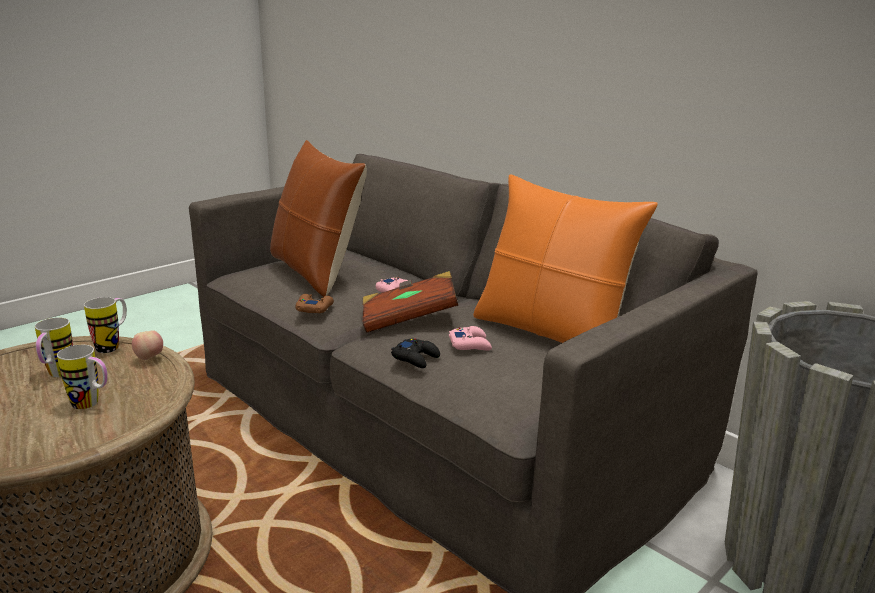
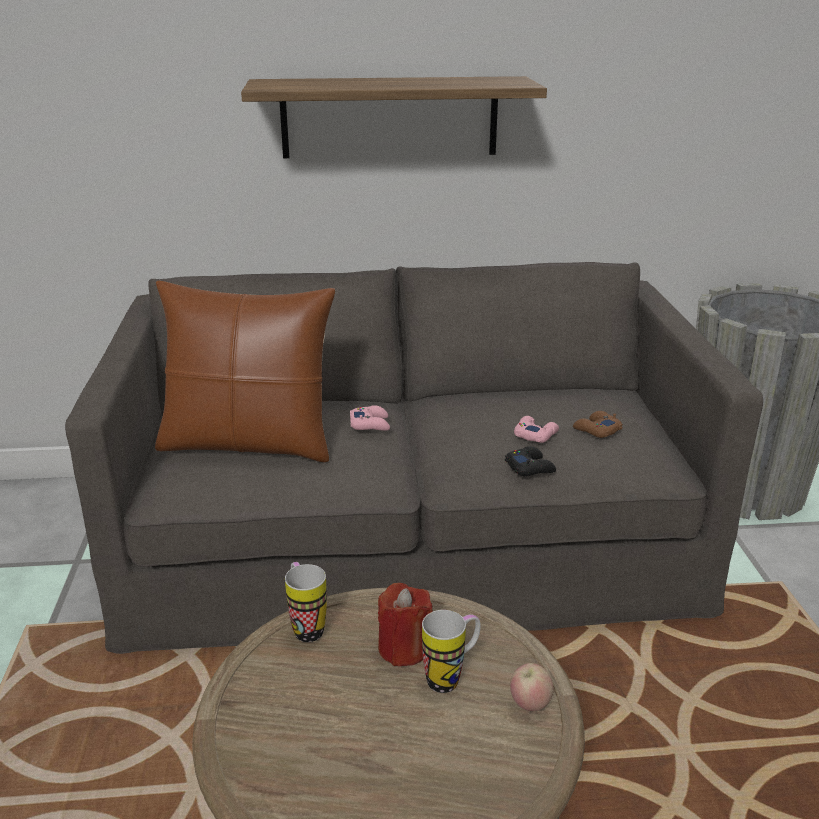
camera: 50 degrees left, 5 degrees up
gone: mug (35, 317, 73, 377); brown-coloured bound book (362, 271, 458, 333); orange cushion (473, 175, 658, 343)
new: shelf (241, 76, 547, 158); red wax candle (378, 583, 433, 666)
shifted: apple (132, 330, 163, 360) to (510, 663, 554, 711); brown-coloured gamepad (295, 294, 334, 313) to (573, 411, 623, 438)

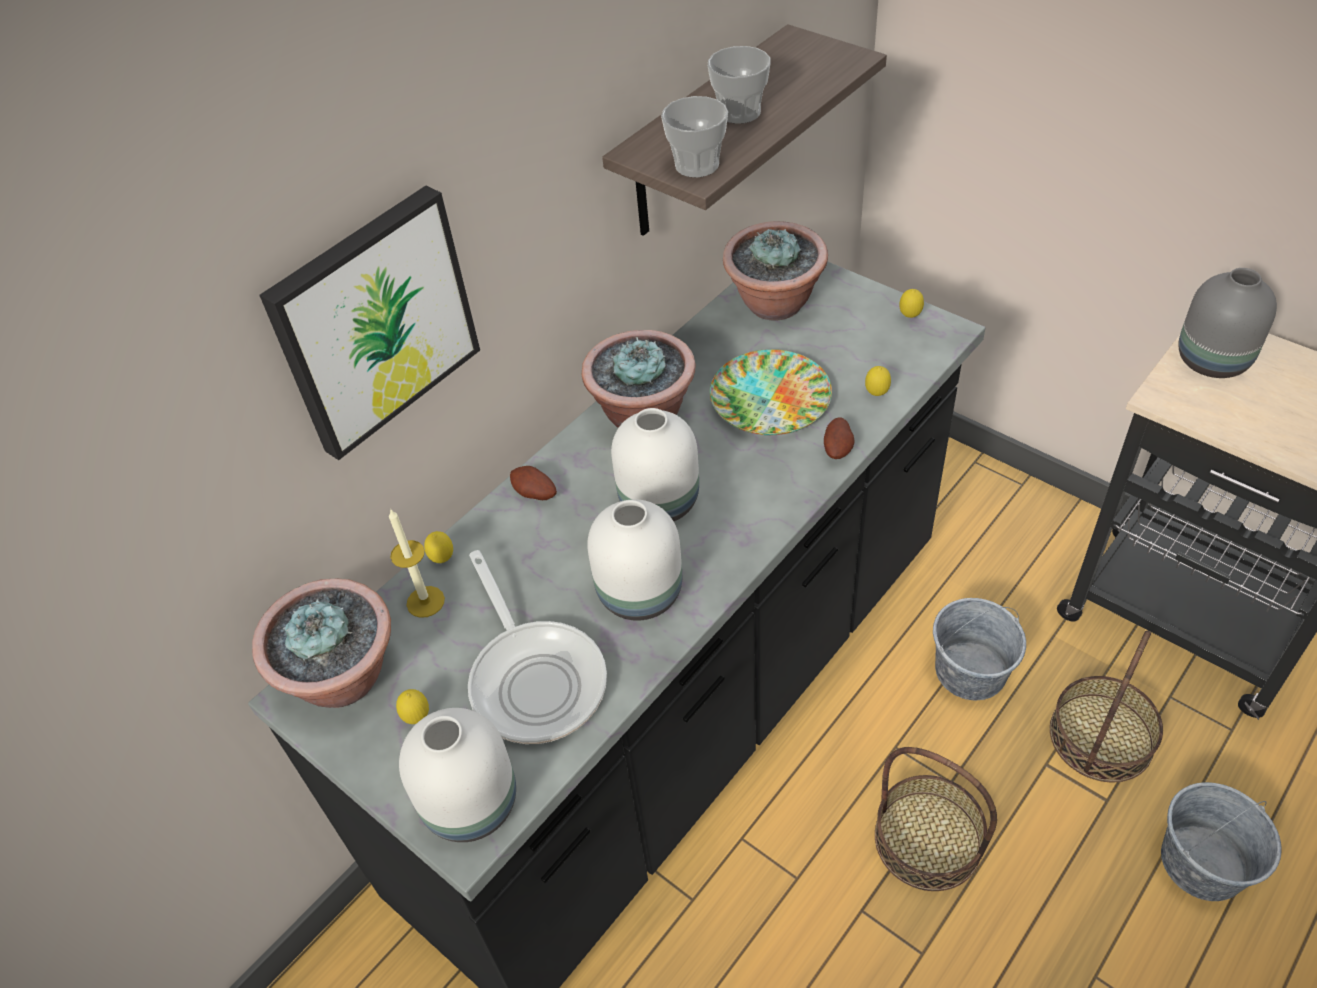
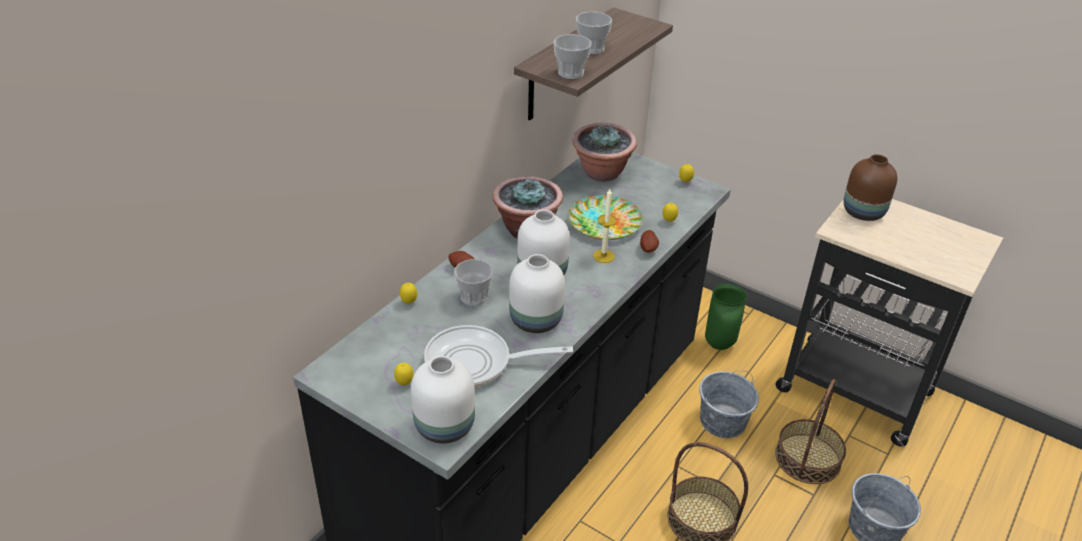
camera: 10 degrees left, 10 degrees down
gone: plant in a pot (252, 579, 391, 708); picture (259, 186, 480, 460)
new: cup (454, 259, 493, 306); green flower vase (705, 284, 747, 350)
shifted: wax candle (389, 508, 445, 618) to (593, 189, 617, 263)
repainted: greyish flower vase (1179, 268, 1277, 378) to brown-coloured flower vase (843, 154, 897, 221)
rotated: frying pan (468, 550, 607, 744) = (424, 325, 573, 387) 120 degrees clockwise

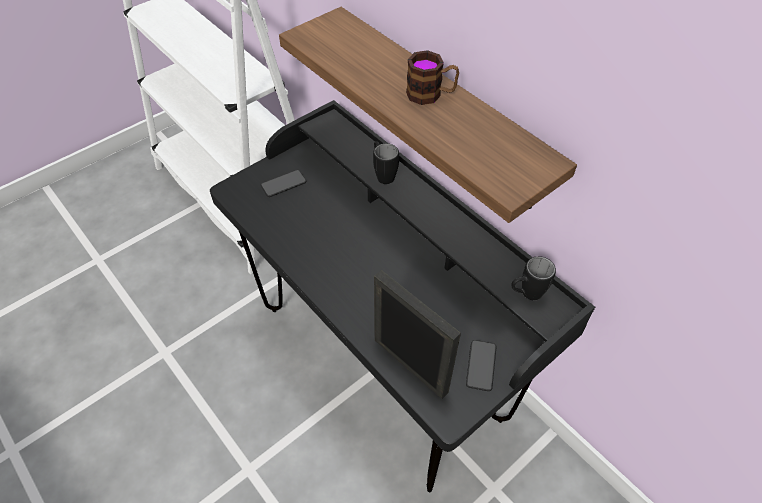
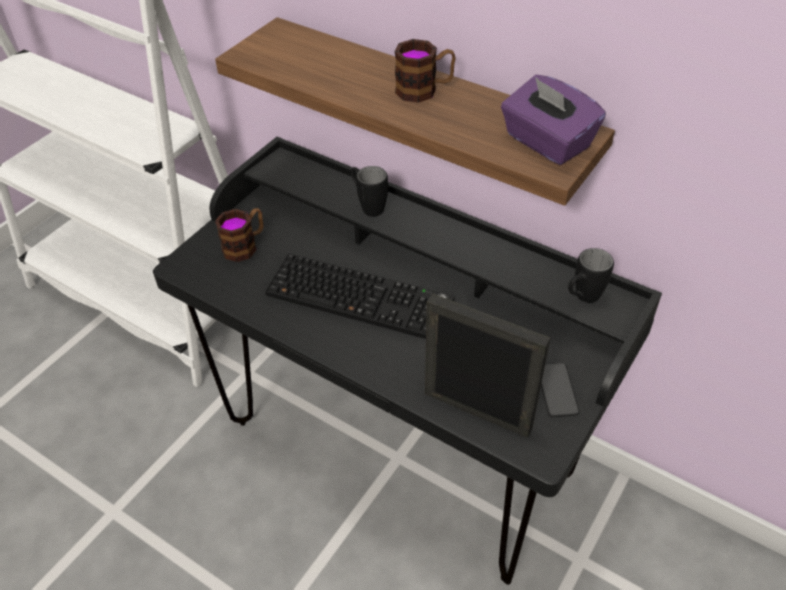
camera: 15 degrees left, 5 degrees down
new: PC keyboard (265, 253, 454, 339); purple-coloured box of tissues (501, 75, 606, 165)
swapped: phone (261, 170, 306, 197) to mug (215, 208, 263, 262)

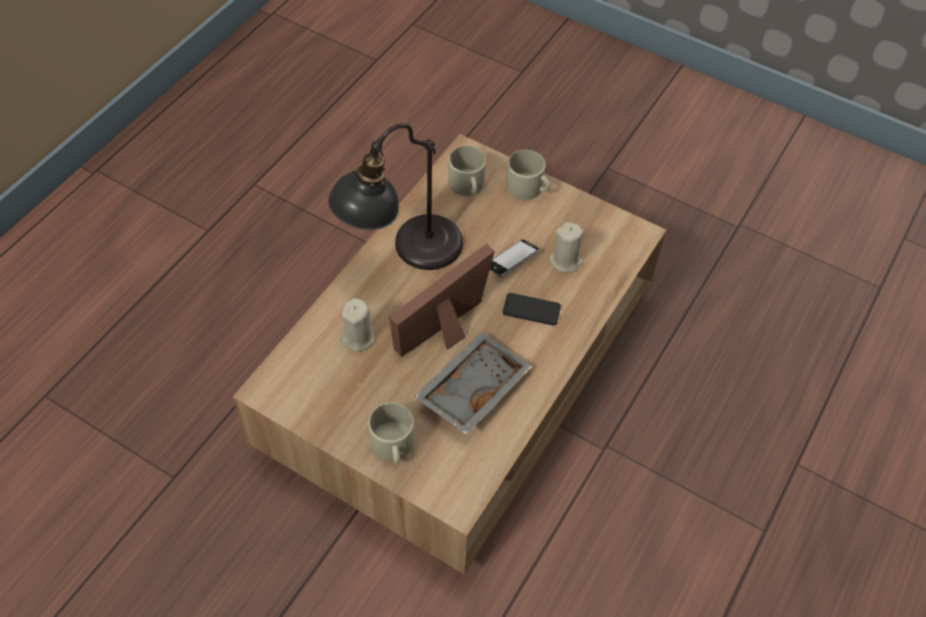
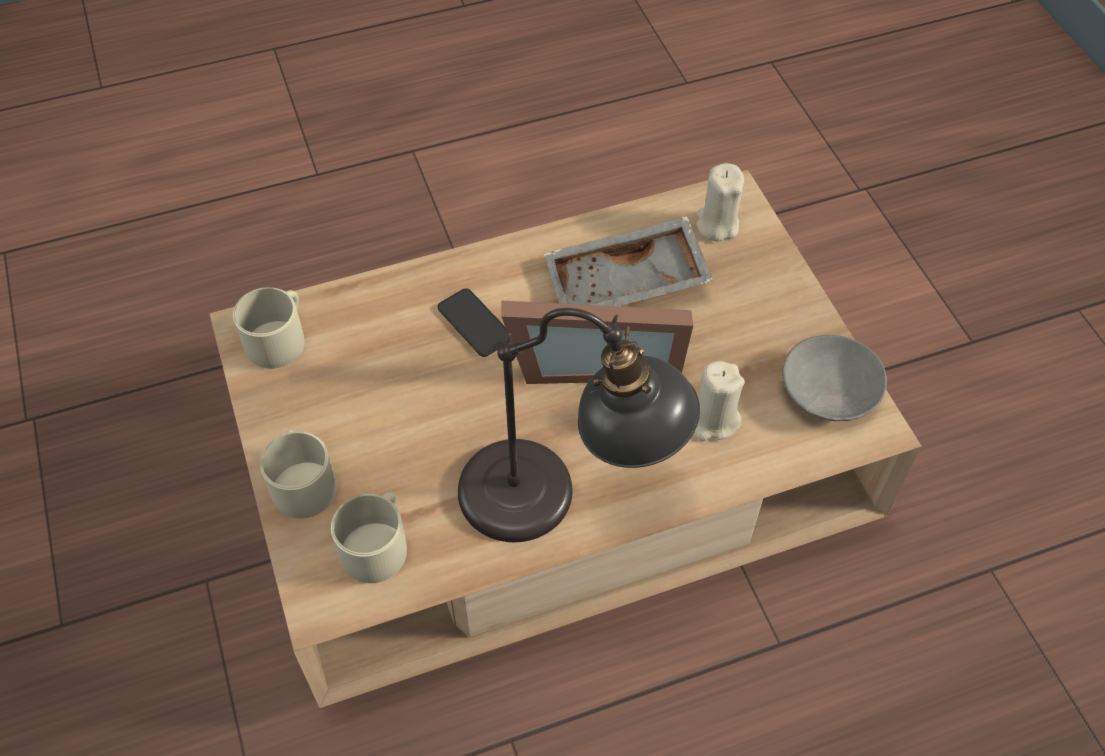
camera: 140 degrees left, 0 degrees up
gone: phone (489, 240, 539, 277)
new: greyish deep dish (782, 335, 887, 421)
shifted: beige mug (368, 403, 414, 464) to (233, 287, 304, 369); beige wax candle (549, 222, 584, 273) to (697, 163, 744, 241)

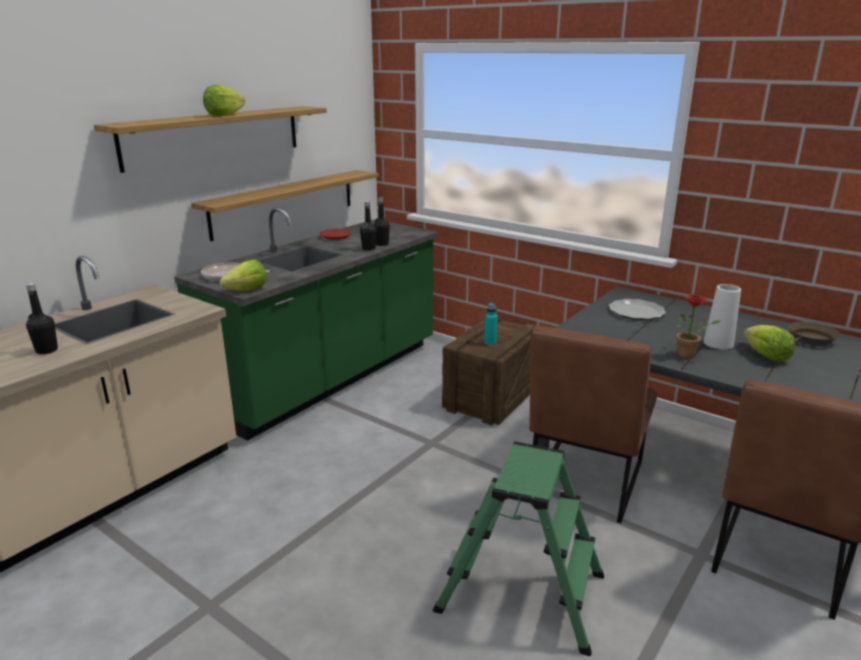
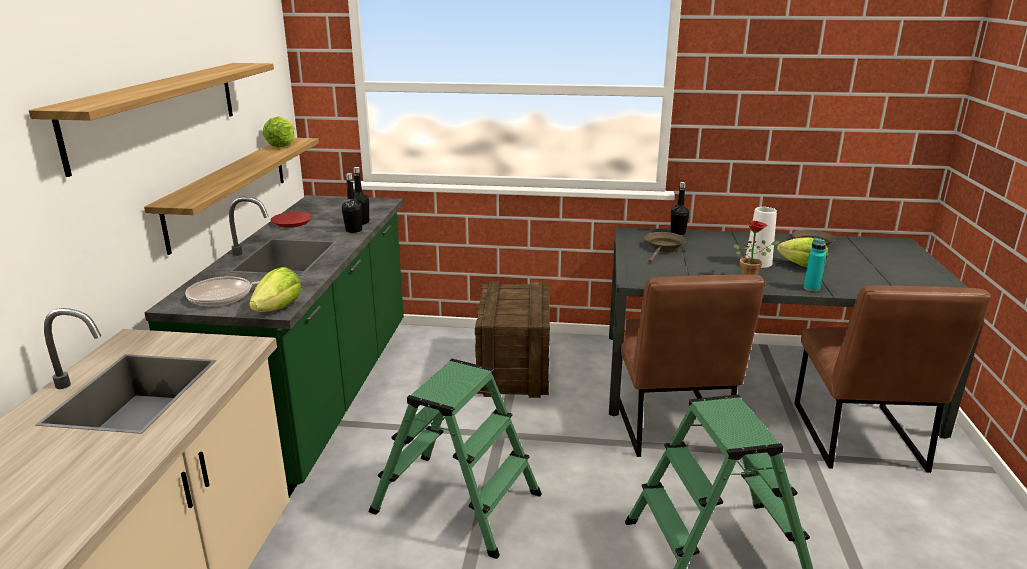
camera: 30 degrees left, 0 degrees up
new: green step stool (368, 359, 542, 559)
shifted: blackish beverage bottle (26, 283, 58, 354) to (671, 182, 689, 235); head of lettuce (203, 85, 245, 116) to (263, 116, 295, 148); blue-green beverage bottle (484, 303, 498, 345) to (804, 238, 826, 292)
swapped: flat dish (609, 299, 666, 320) to brown-coloured frying pan (644, 232, 686, 262)

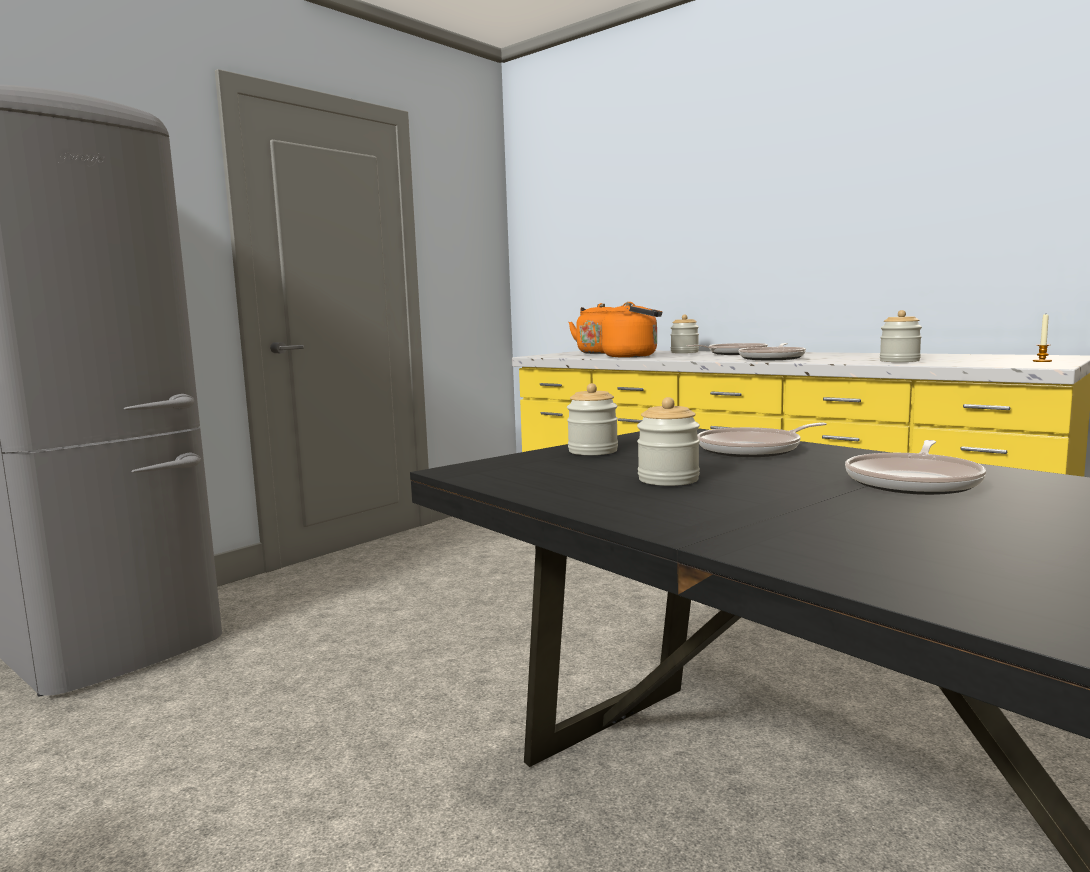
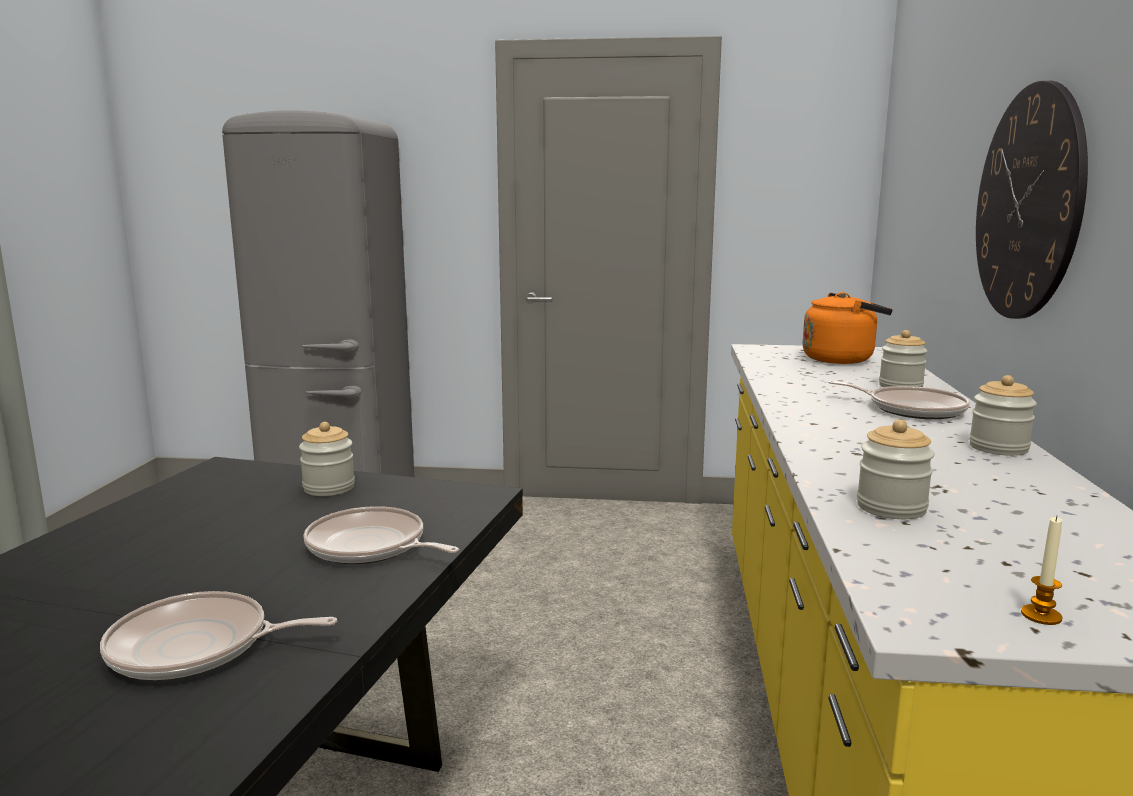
camera: 55 degrees right, 5 degrees up
gone: orange tea kettle (601, 302, 662, 358); frying pan (739, 343, 806, 360)
new: hanging clock (976, 81, 1088, 319)
shifted: storage jar (637, 397, 700, 486) to (969, 375, 1037, 456)

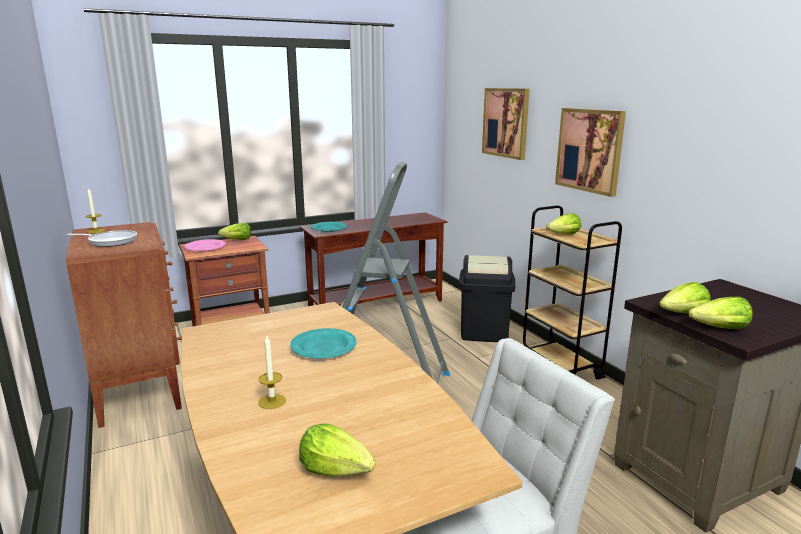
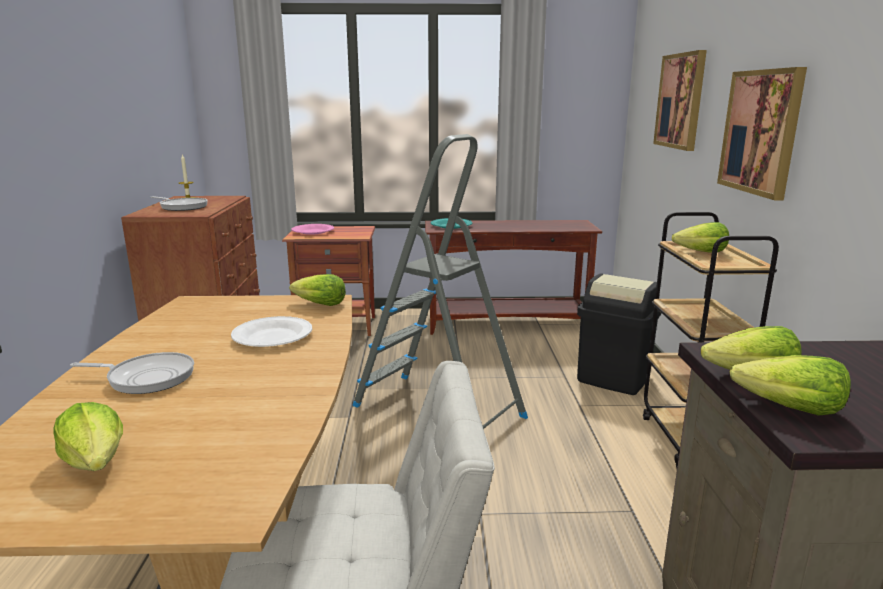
camera: 25 degrees right, 0 degrees up
shifted: head of lettuce (218, 223, 251, 240) to (289, 274, 346, 306)
swapped: wax candle (258, 336, 286, 409) to frying pan (70, 352, 194, 394)
repainted: blue-green flat dish (290, 328, 357, 358) to white-coloured flat dish (231, 316, 312, 347)

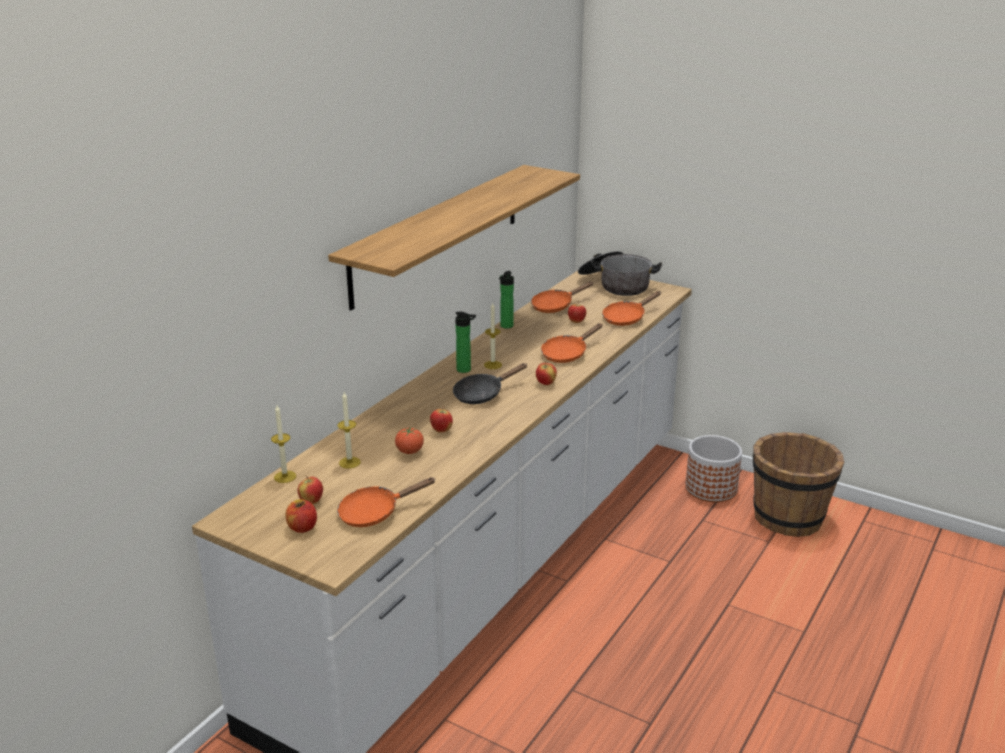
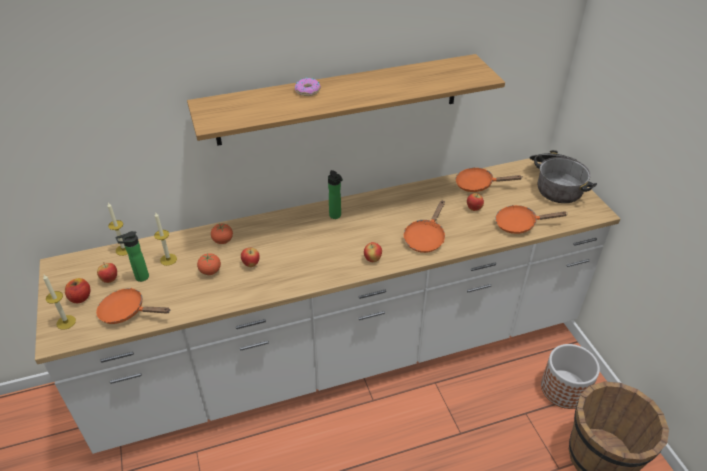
camera: 40 degrees right, 15 degrees up
gone: blackish frying pan (453, 363, 527, 404)
new: whole tomato (211, 223, 233, 244); ring doughnut (295, 77, 321, 96)
shifted: wax candle (484, 303, 502, 369) to (43, 275, 76, 330); beverage bottle (499, 271, 514, 329) to (116, 231, 149, 282)
rotated: orange frying pan (541, 323, 603, 363) = (404, 200, 445, 253) 60 degrees counterclockwise

